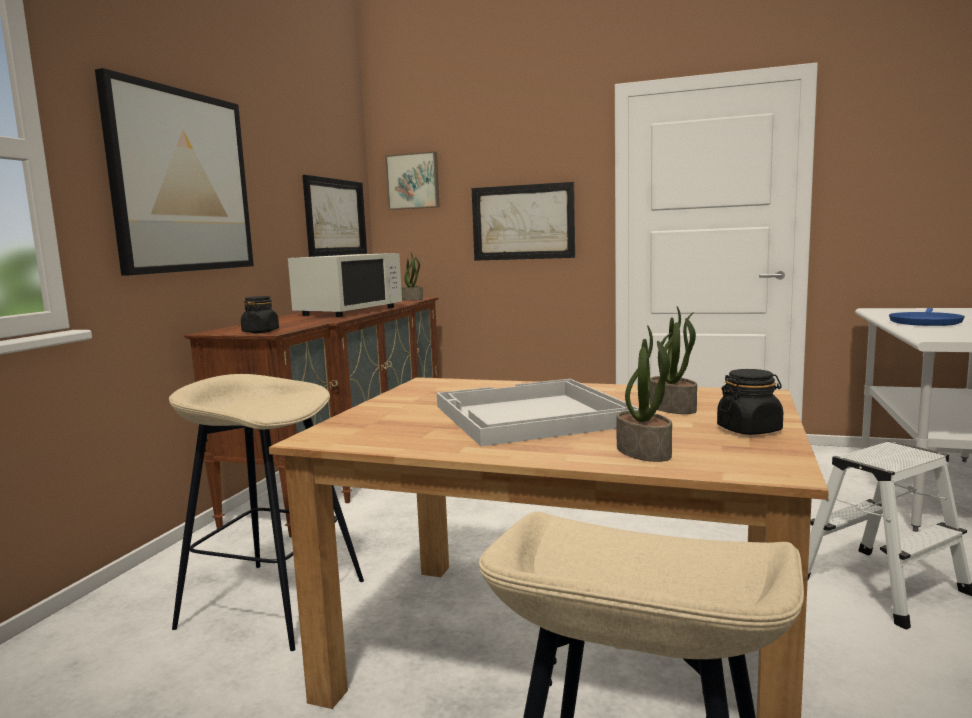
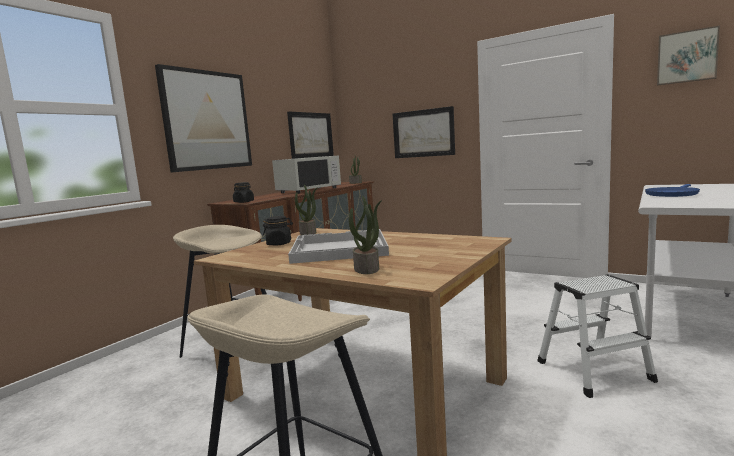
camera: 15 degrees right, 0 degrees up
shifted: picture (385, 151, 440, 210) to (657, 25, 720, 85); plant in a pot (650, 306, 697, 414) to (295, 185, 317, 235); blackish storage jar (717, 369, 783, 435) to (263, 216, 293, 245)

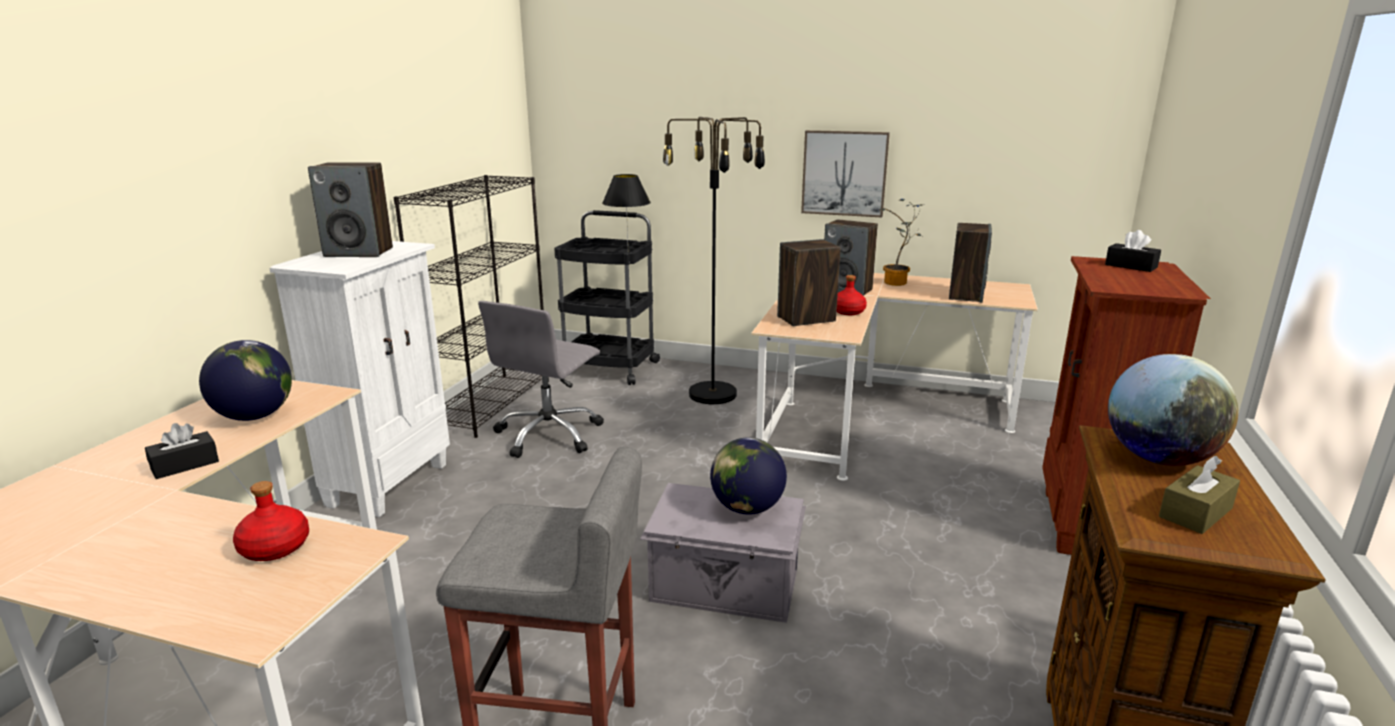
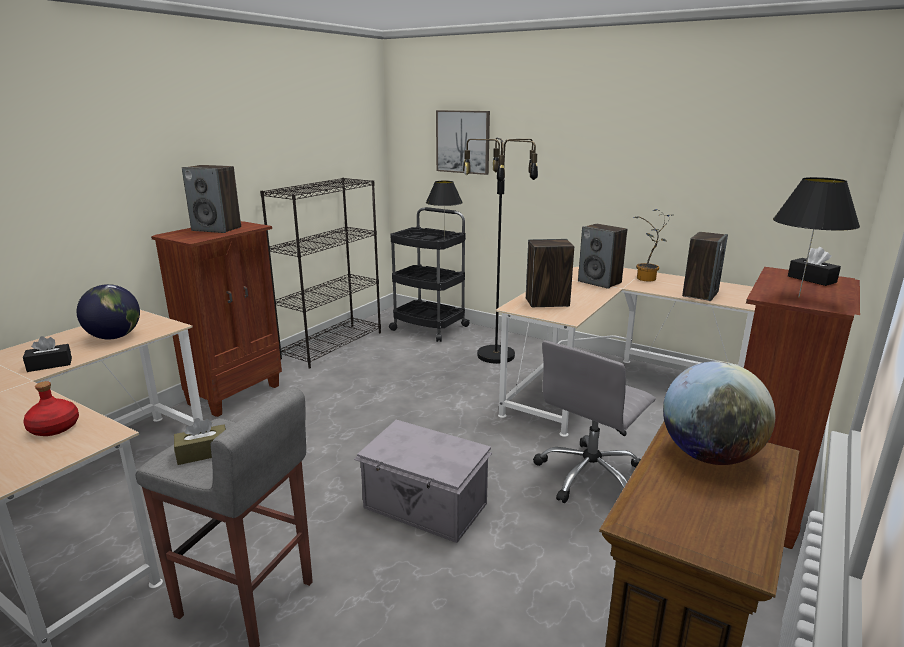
camera: 15 degrees right, 0 degrees up
gone: desk globe (710, 437, 787, 515); red beverage bottle (836, 275, 867, 315)
new: blackish lamp for a table (773, 177, 860, 298)
shifted: greyish computer chair (478, 301, 604, 458) to (533, 340, 656, 503); picture (801, 130, 890, 217) to (436, 110, 490, 175); brown-coloured box of tissues (1159, 456, 1240, 534) to (174, 418, 226, 465)
repainted: white-coloured storage cabinet (269, 241, 450, 517) to brown-coloured storage cabinet (151, 221, 282, 417)

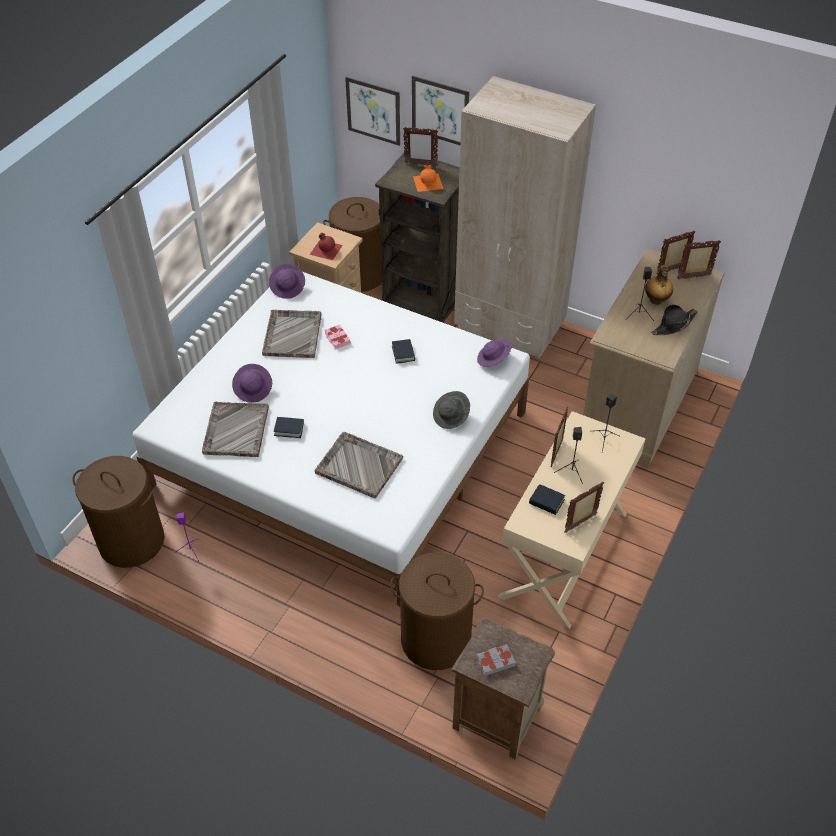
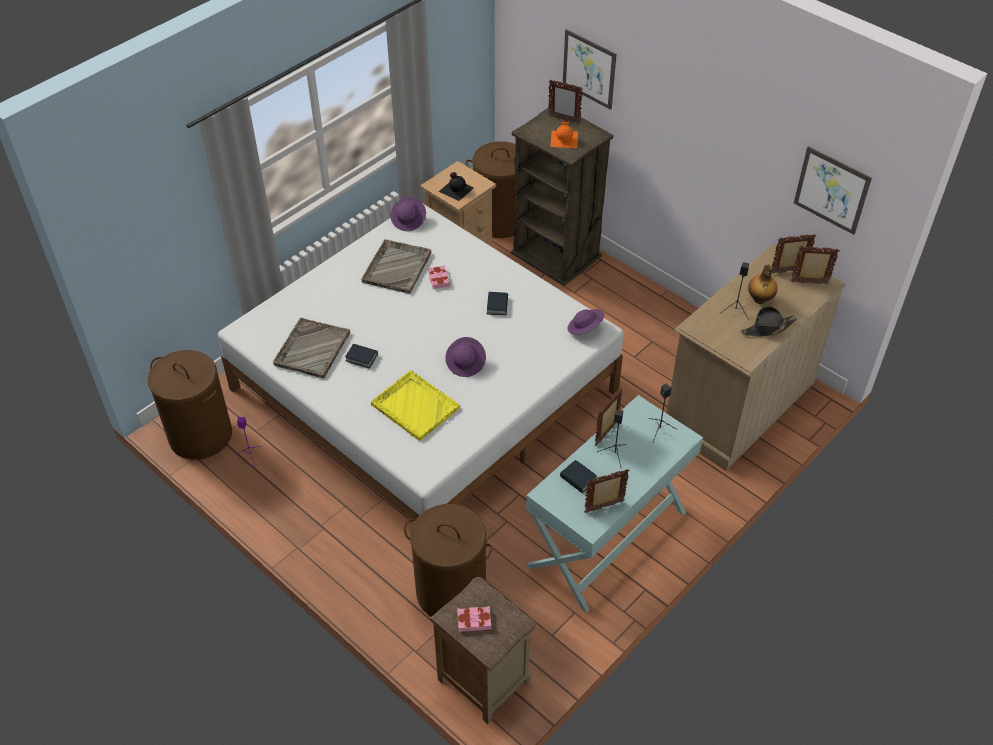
camera: 15 degrees right, 0 degrees up
gone: greyish clothing hat (433, 391, 470, 429); beige armoire (454, 76, 596, 359)
shifted: purple-coloured clothing hat (232, 364, 272, 403) to (445, 337, 486, 377); picture (345, 77, 400, 146) to (794, 146, 872, 235)
repainted: red beverage bottle (309, 233, 343, 260) to blackish beverage bottle (439, 172, 474, 201); greyish carrying tray (315, 432, 403, 498) to yellow-coloured carrying tray (371, 370, 460, 441); greyish bound book (477, 644, 516, 676) to pinkish bound book (457, 606, 492, 632); beige desk table (498, 411, 646, 629) to blue-green desk table (526, 395, 703, 613)

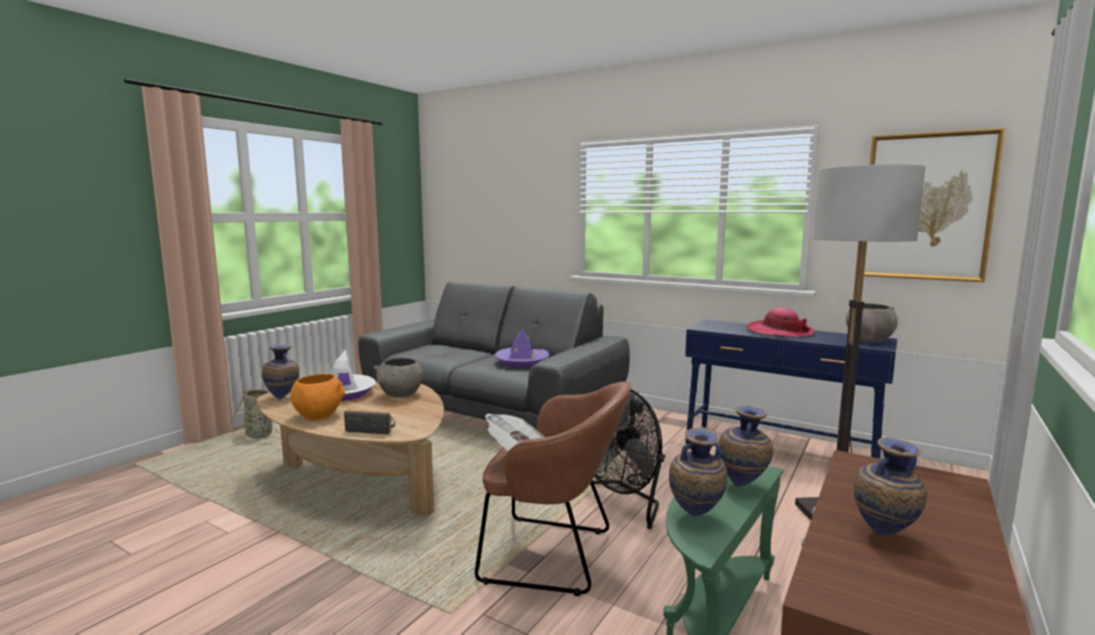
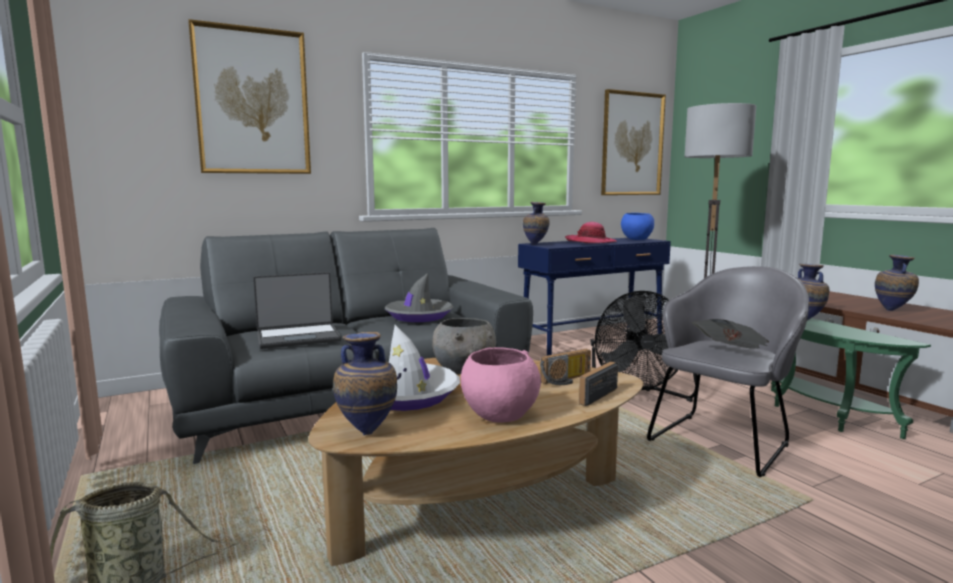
camera: 60 degrees left, 0 degrees up
new: picture (188, 19, 311, 174); laptop (253, 272, 341, 349); radio set (540, 349, 591, 385)
shifted: flower vase (669, 427, 728, 517) to (523, 202, 549, 244)
repainted: orange deep dish (290, 374, 346, 420) to pinkish deep dish (461, 347, 541, 423); brown-coloured armchair (475, 382, 631, 596) to greyish armchair (647, 266, 809, 477); purple-coloured clothing hat (494, 329, 550, 367) to greyish clothing hat (385, 273, 454, 322); greyish deep dish (846, 303, 898, 343) to blue-coloured deep dish (621, 213, 654, 240)

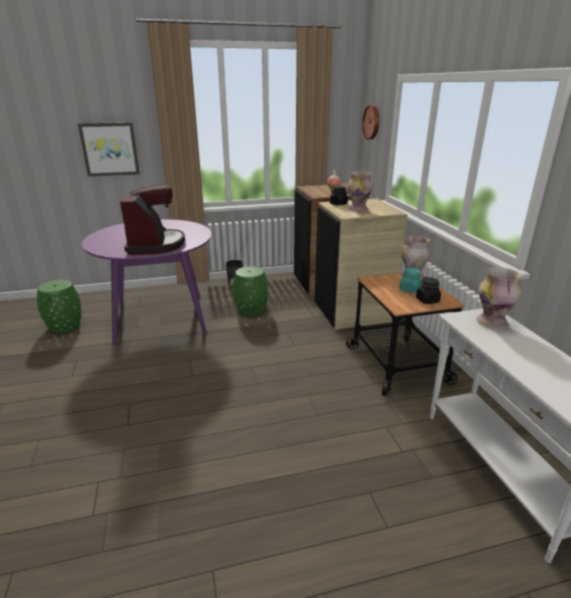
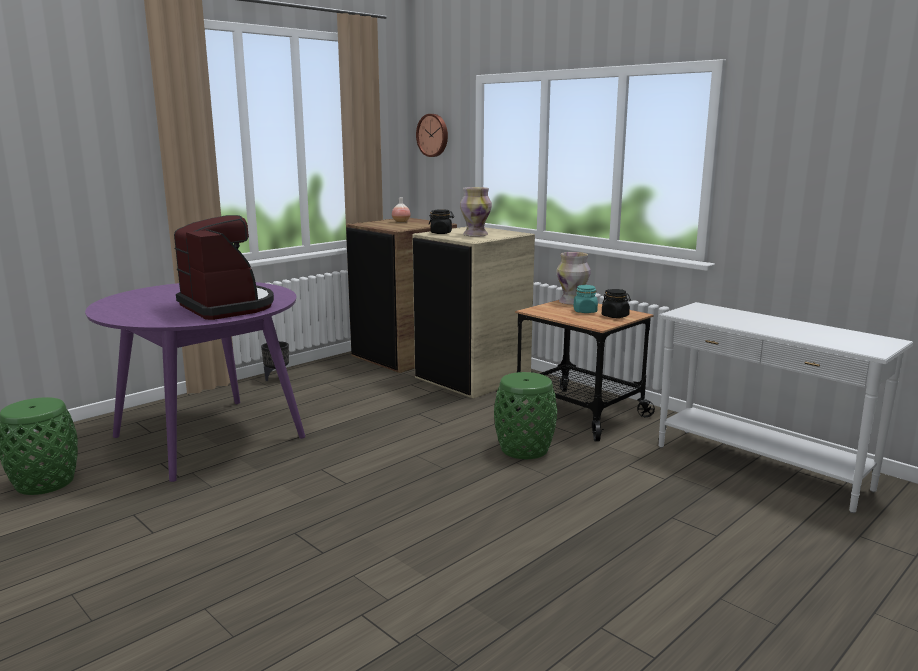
camera: 30 degrees left, 10 degrees down
gone: picture (78, 122, 140, 176); flower vase (476, 267, 521, 329)
shifted: green stool seat (233, 266, 268, 316) to (494, 372, 557, 459)

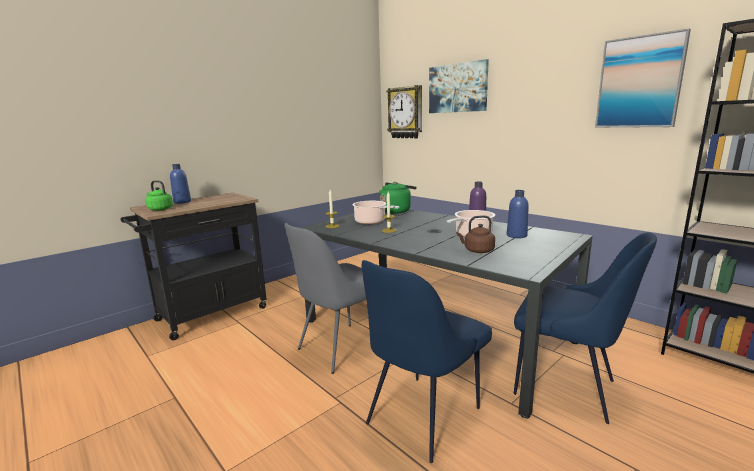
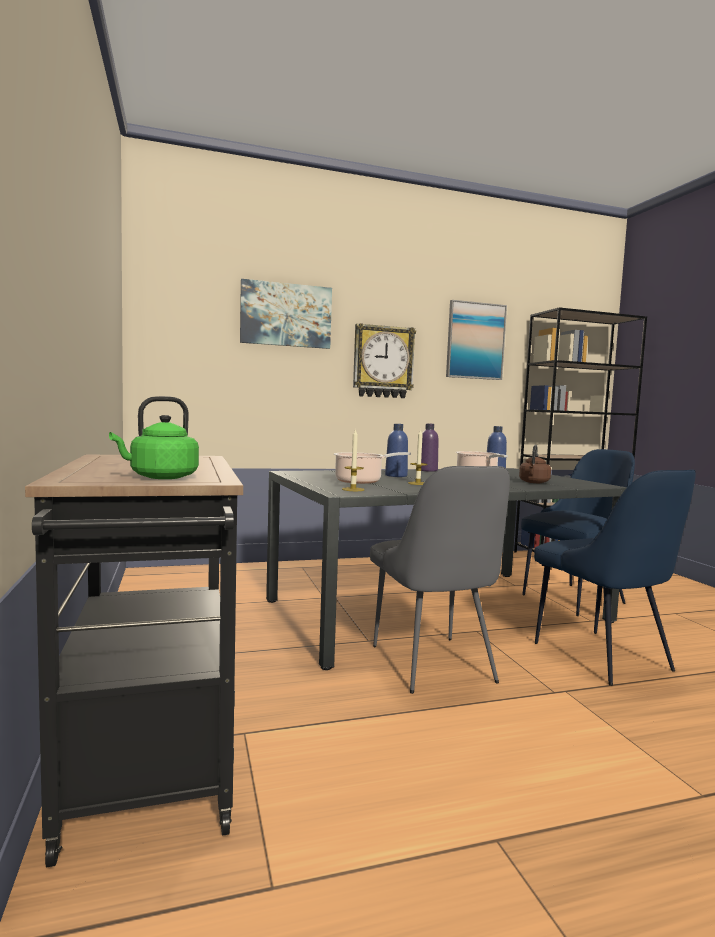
camera: 65 degrees left, 10 degrees down
gone: green tea kettle (379, 182, 417, 214)
shifted: blue-coloured beverage bottle (170, 164, 191, 204) to (385, 424, 408, 477); hanging clock (386, 85, 422, 138) to (353, 323, 416, 398)

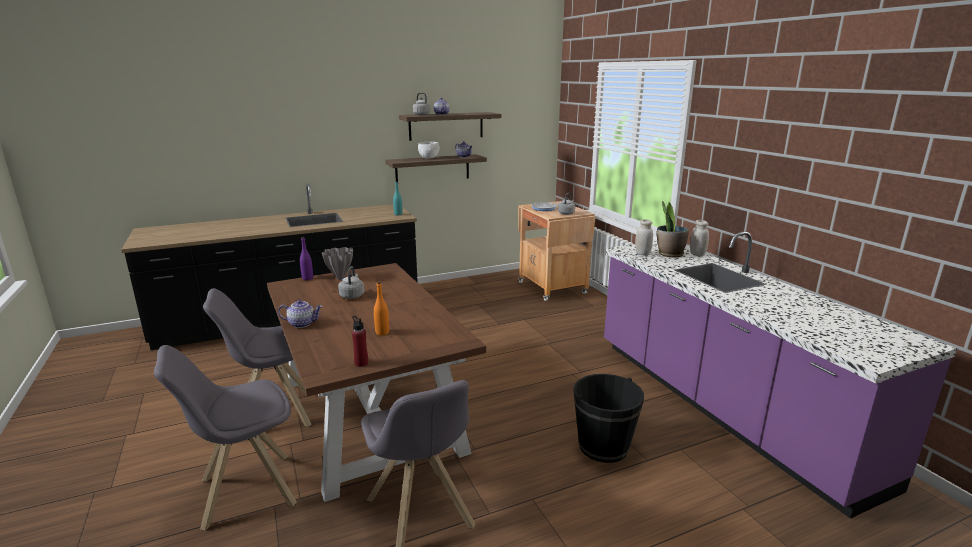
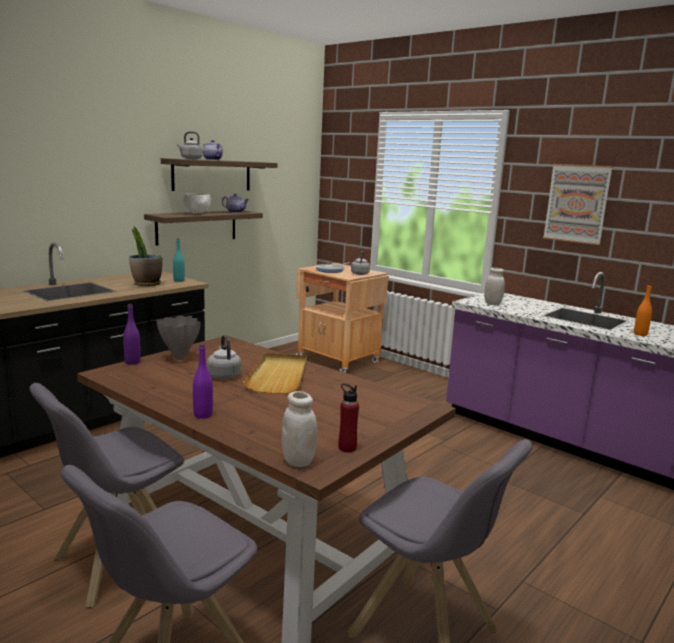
camera: 25 degrees left, 5 degrees down
gone: blackish water bucket (573, 374, 644, 463)
new: beige carrying tray (243, 353, 307, 394); picture (543, 164, 613, 245)
shifted: orange beverage bottle (374, 282, 389, 336) to (634, 284, 652, 336); plant in a pot (657, 201, 689, 257) to (129, 227, 163, 286); white-coloured storage jar (690, 220, 709, 256) to (282, 391, 317, 467)
swapped: tea pot (278, 300, 323, 328) to purple-coloured beverage bottle (193, 344, 213, 419)

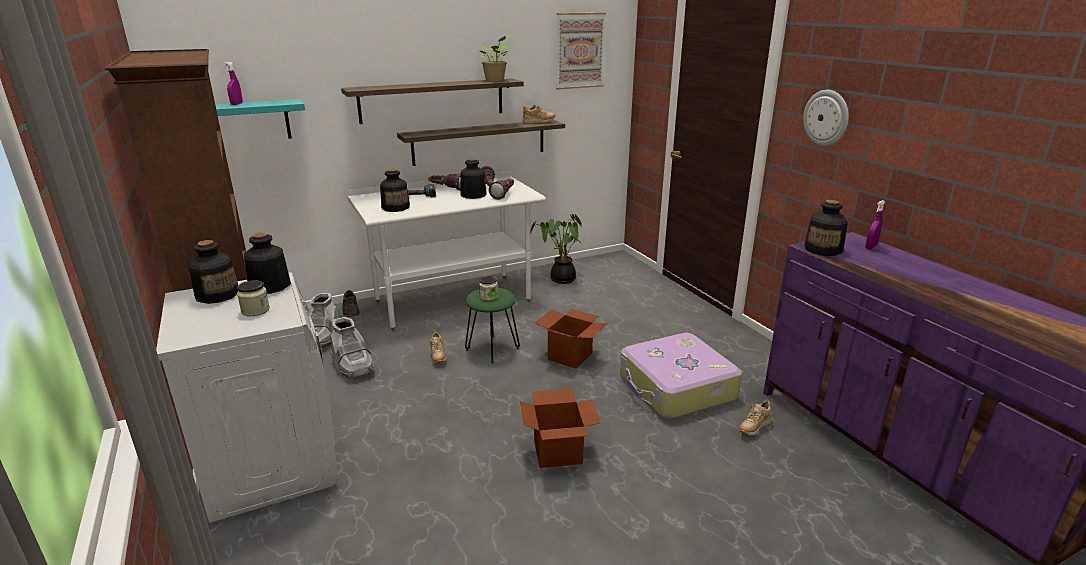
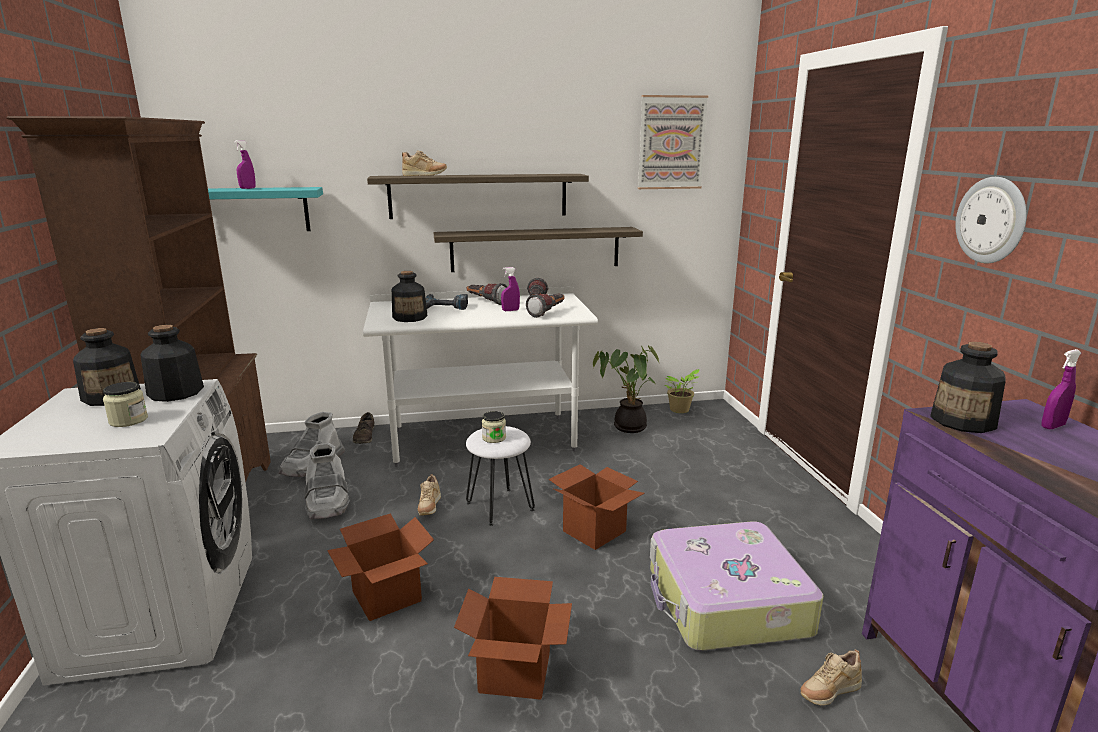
camera: 15 degrees right, 5 degrees down
new: carton (327, 513, 434, 621)
shifted: plant in a pot (478, 35, 510, 82) to (665, 369, 699, 413); beige shoe (522, 104, 556, 124) to (402, 150, 447, 176)
swapped: beverage bottle (460, 158, 487, 199) to purple-coloured spray bottle (501, 267, 520, 311)
repainted: green stool seat (465, 288, 520, 364) to white-coloured stool seat (466, 426, 535, 526)

